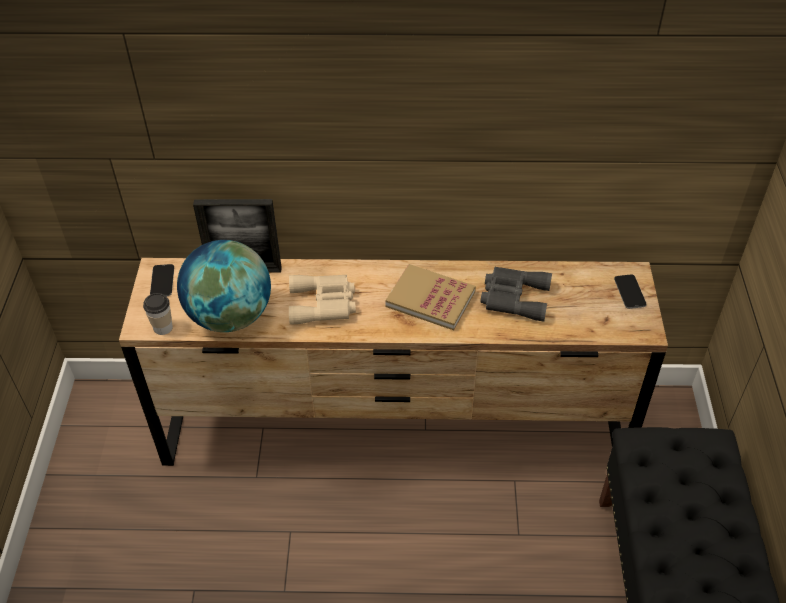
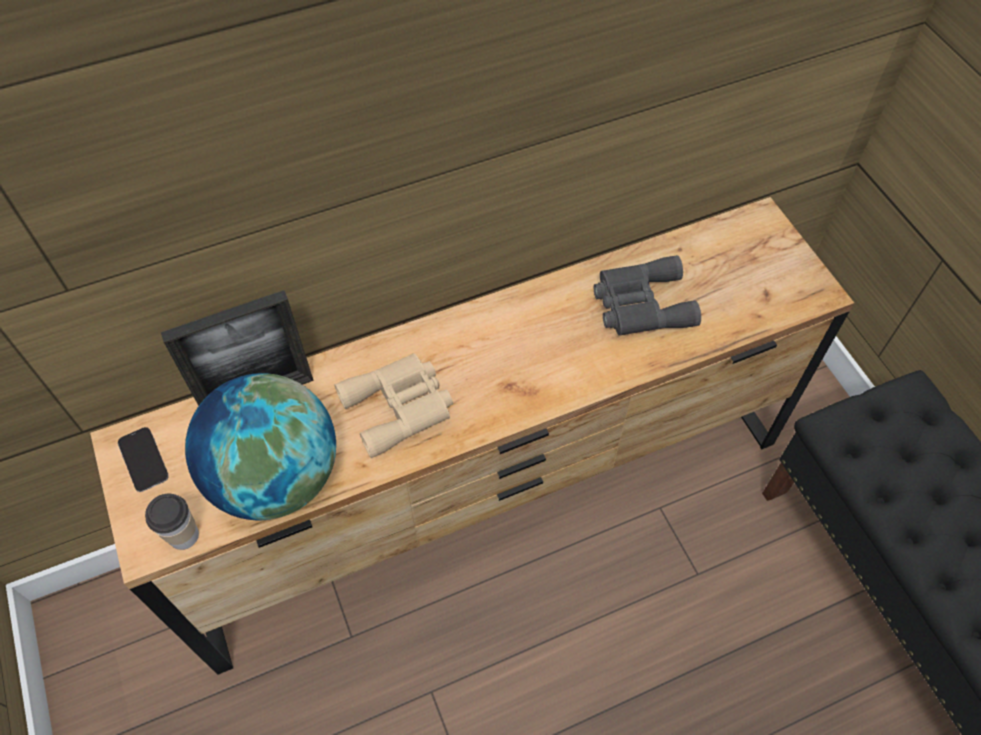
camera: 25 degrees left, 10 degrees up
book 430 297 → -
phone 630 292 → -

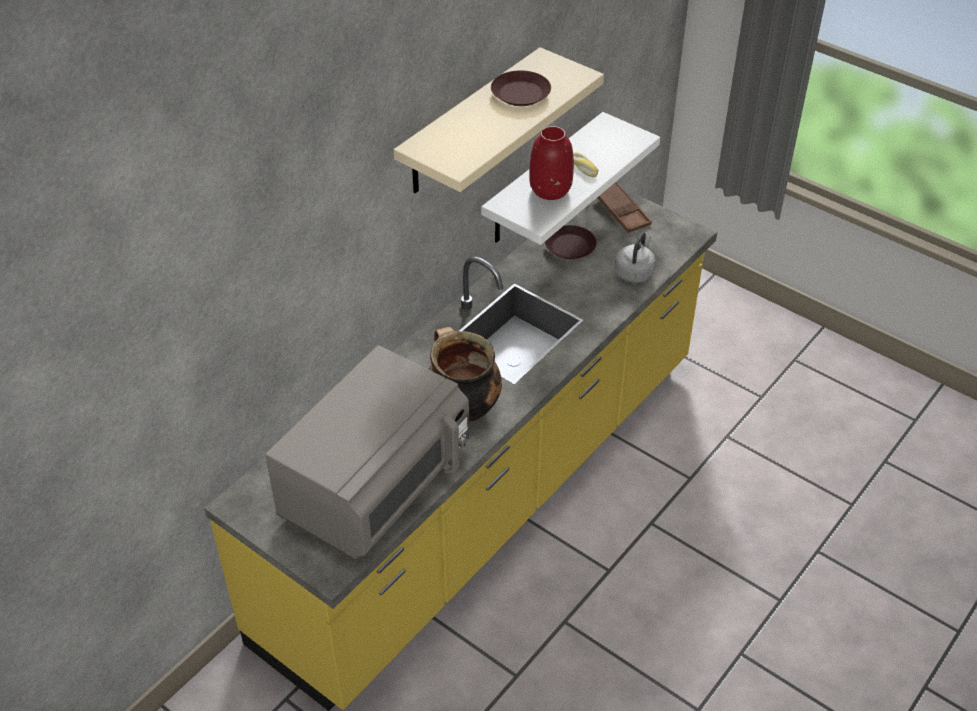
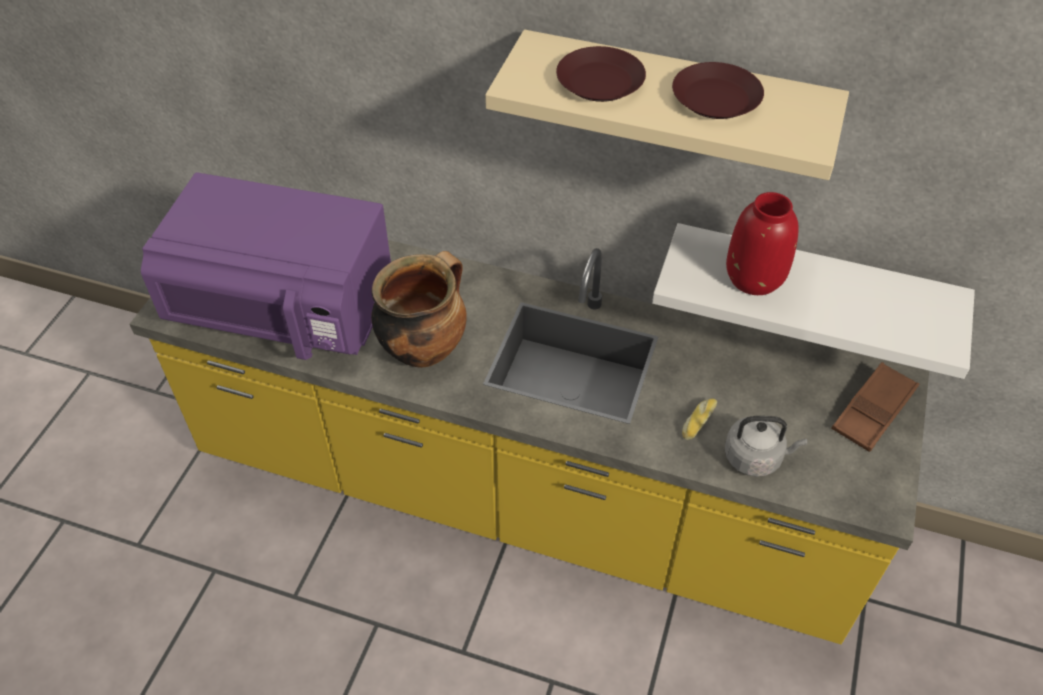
camera: 70 degrees right, 5 degrees up
plate (brown) 571 242 → plate (brown) 601 74, relocated
bread 586 164 → bread 699 419, relocated
microwave (grey) 367 452 → microwave (purple) 266 266

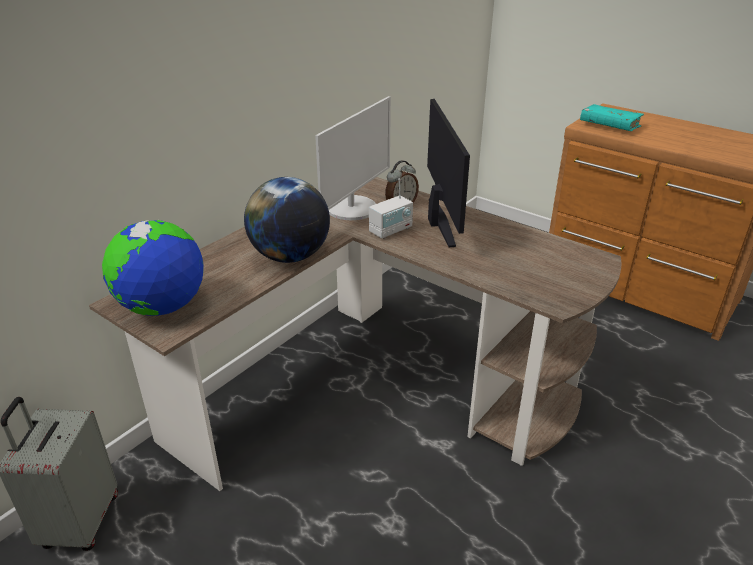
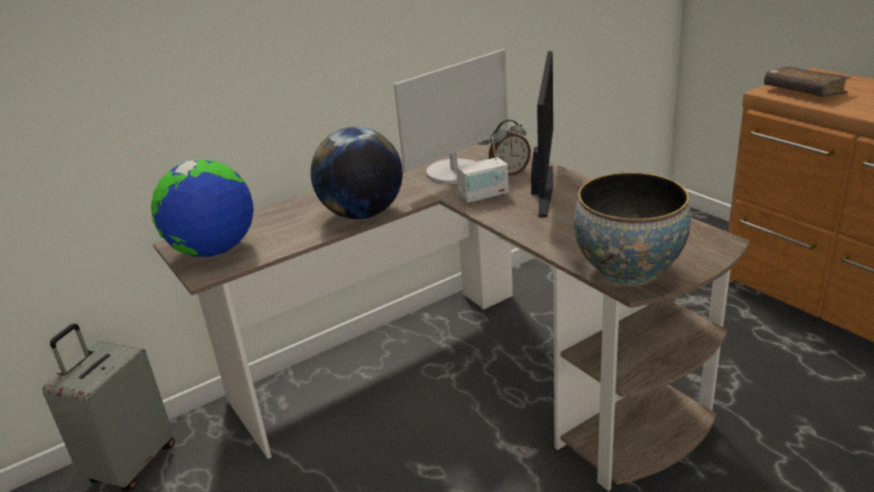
camera: 20 degrees right, 5 degrees down
- → bowl 632 229
book (turquoise) 612 117 → book (brown) 807 81

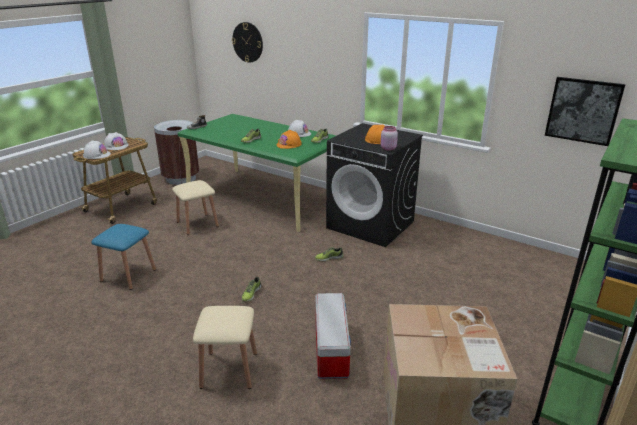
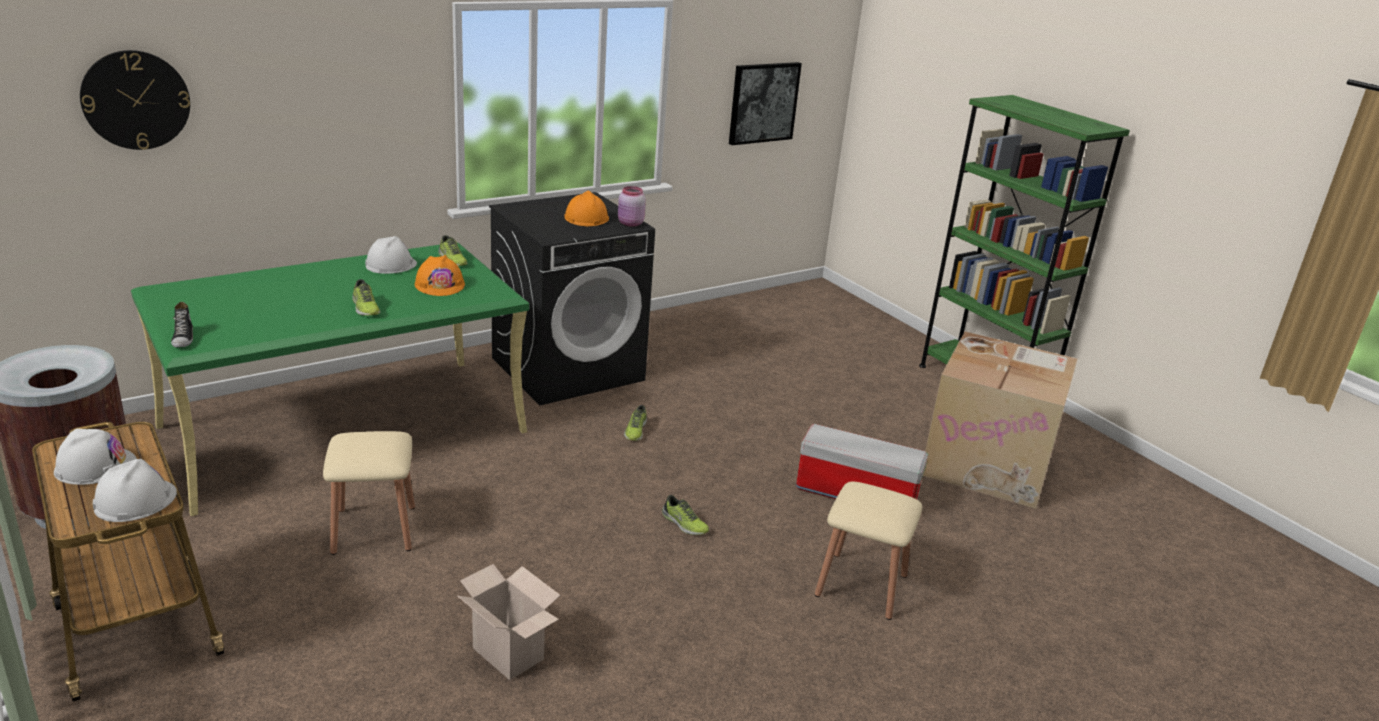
camera: 70 degrees left, 0 degrees up
stool (blue) 123 257 → cardboard box 508 622

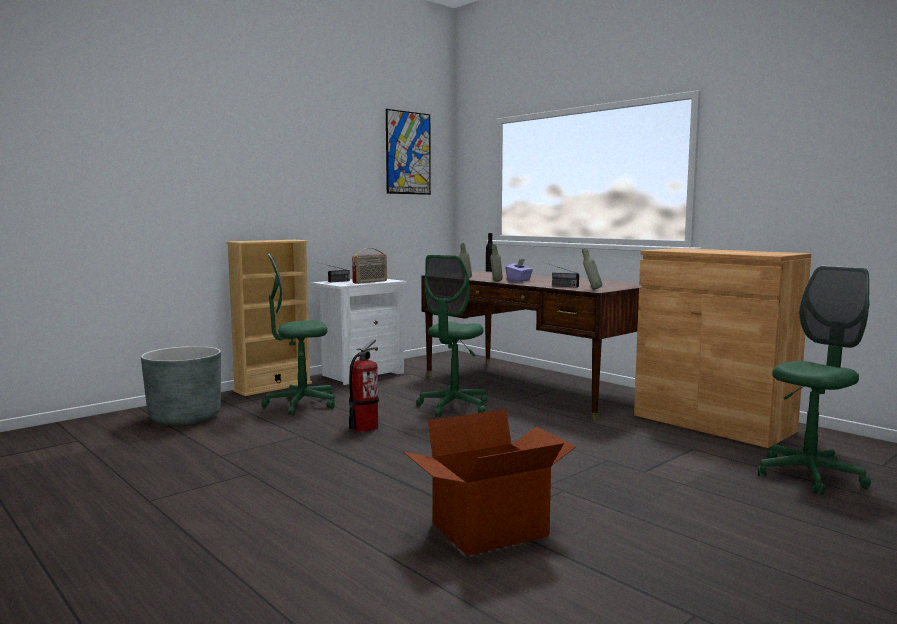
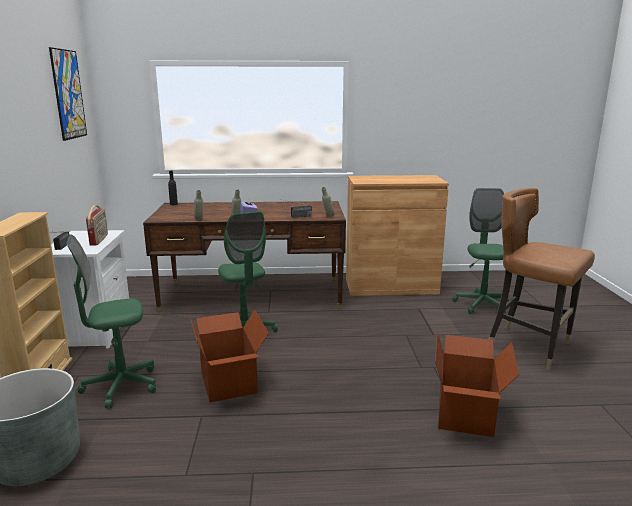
camera: 50 degrees left, 10 degrees up
- → chair (brown) 541 279
fire extinguisher 364 385 → cardboard box 229 356
office chair (green) 298 334 → office chair (green) 111 321, 45 degrees clockwise

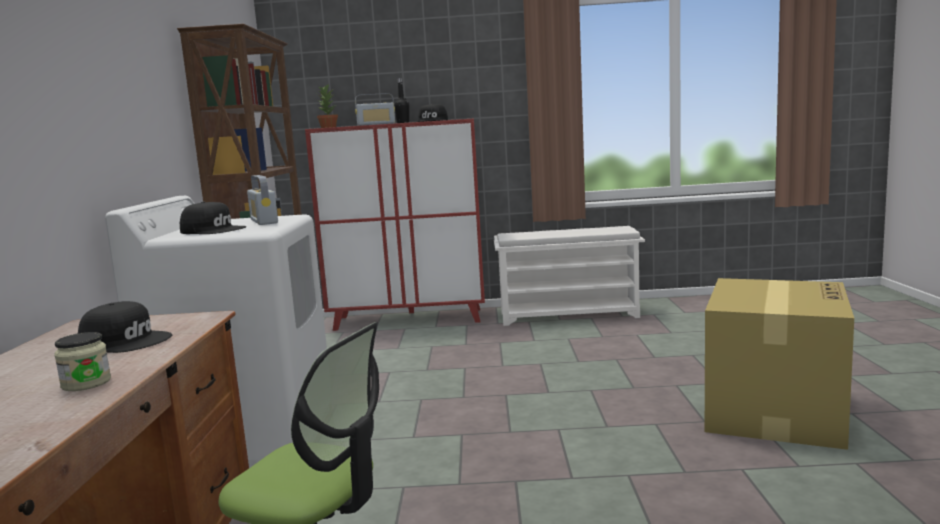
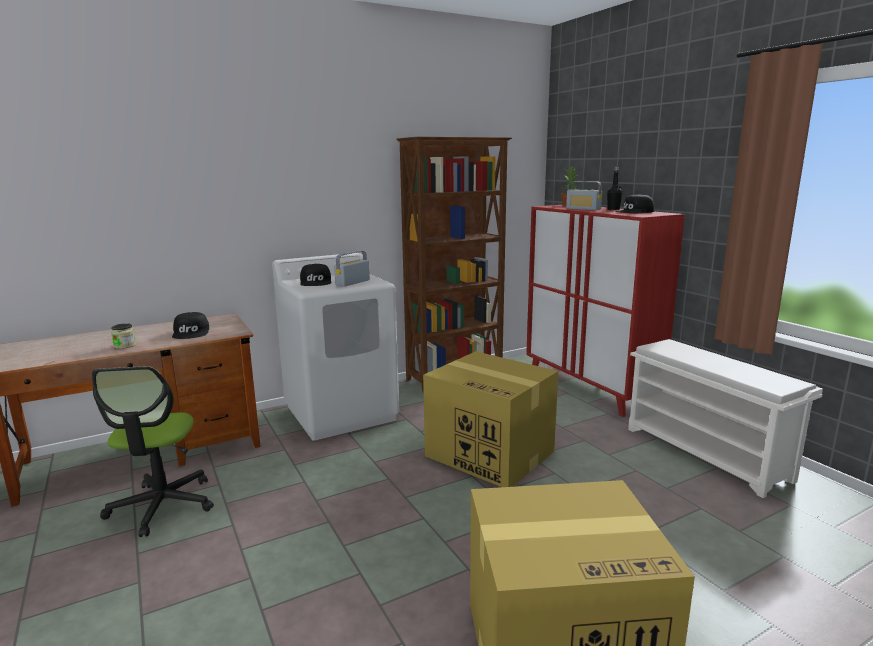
camera: 60 degrees right, 5 degrees up
- → cardboard box 490 419

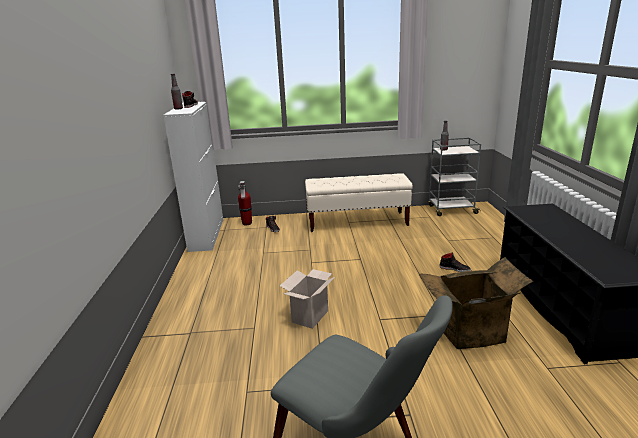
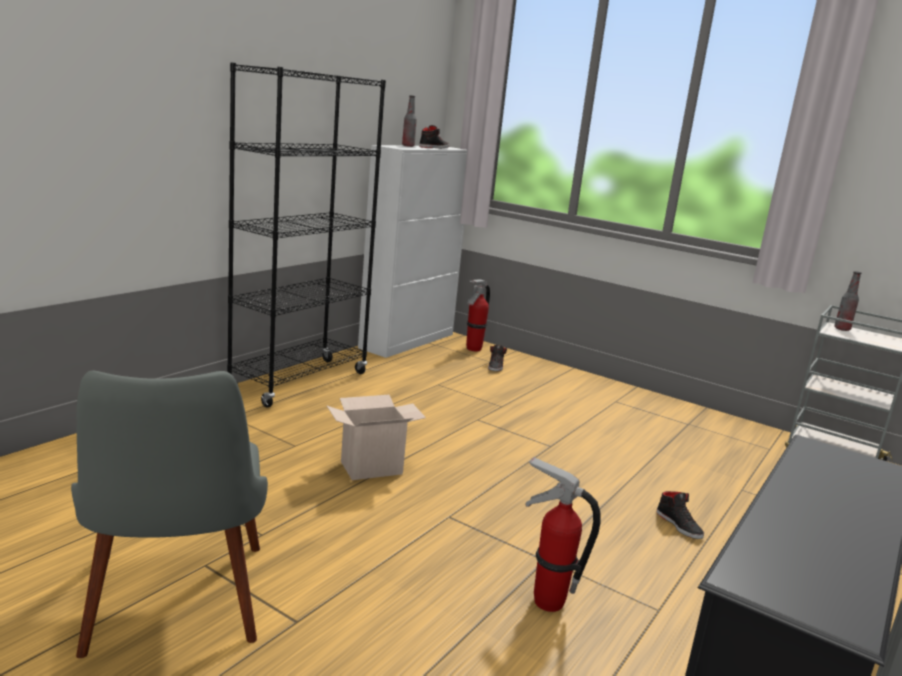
camera: 35 degrees right, 5 degrees down
bench (beige) 359 202 → -
- → bookcase (black) 306 235
cardboard box 476 303 → fire extinguisher 563 534

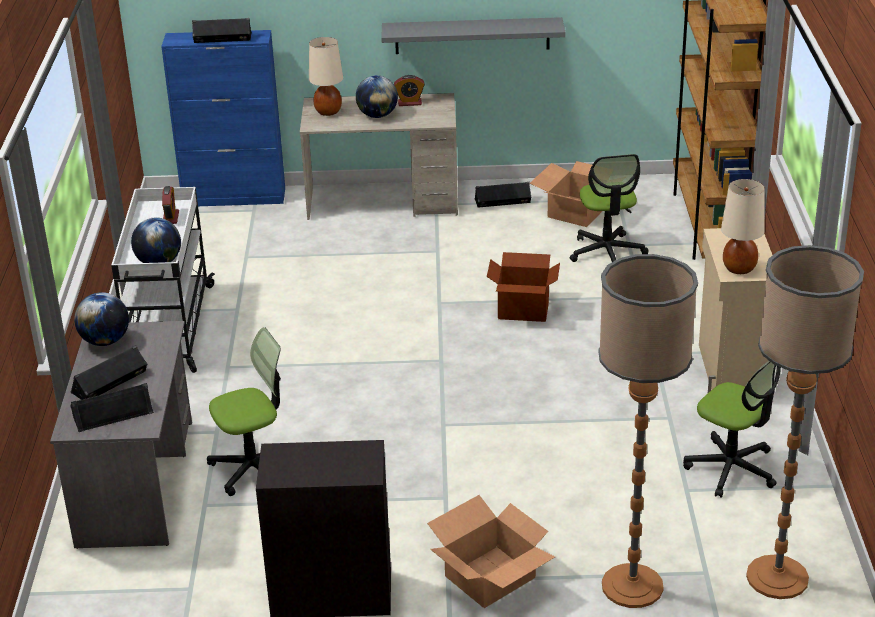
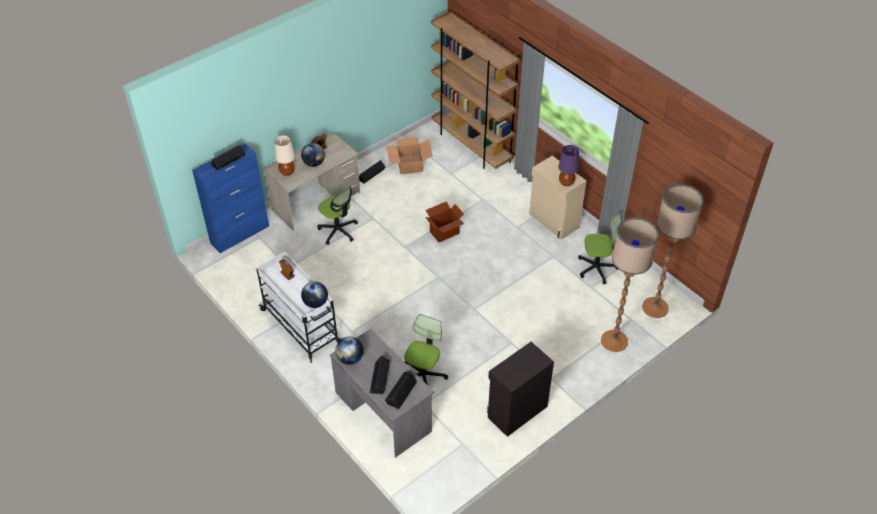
camera: 40 degrees left, 15 degrees up
shelf (grey) 473 35 → -
cardboard box 491 551 → -
office chair 609 208 → office chair 337 215, relocated
table lamp (beige) 743 226 → table lamp (purple) 568 165

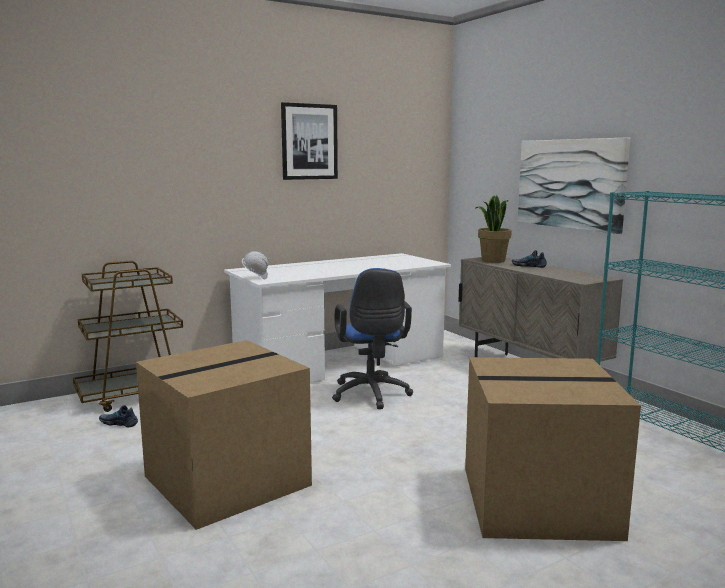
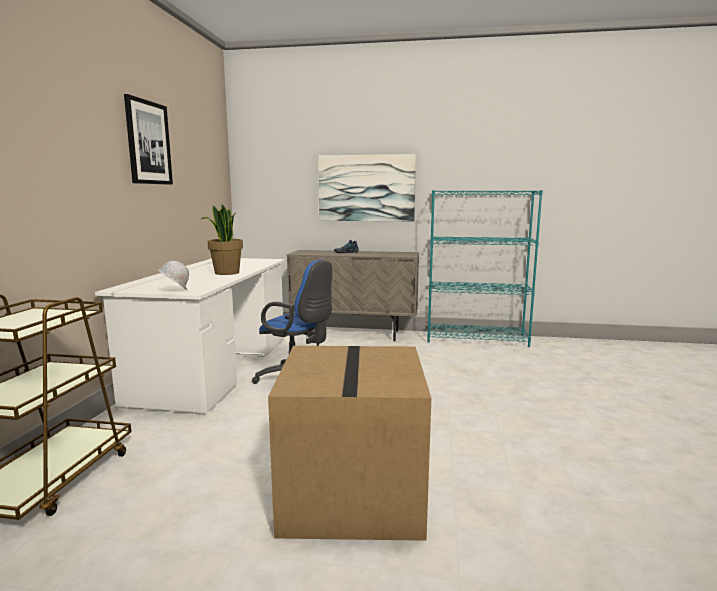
camera: 50 degrees left, 0 degrees up
shoe 118 416 → -
cardboard box 553 449 → -
potted plant 493 229 → potted plant 222 239, relocated

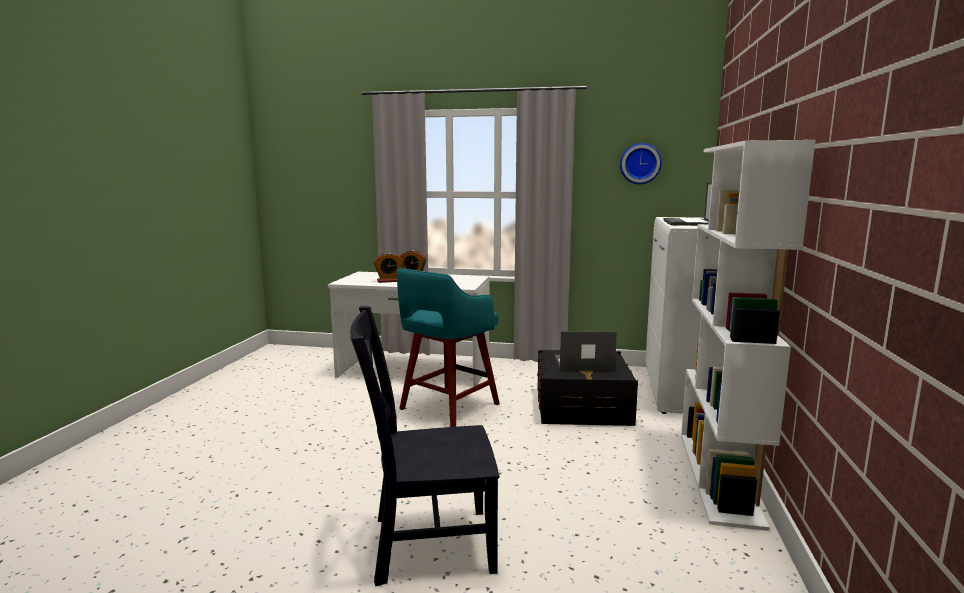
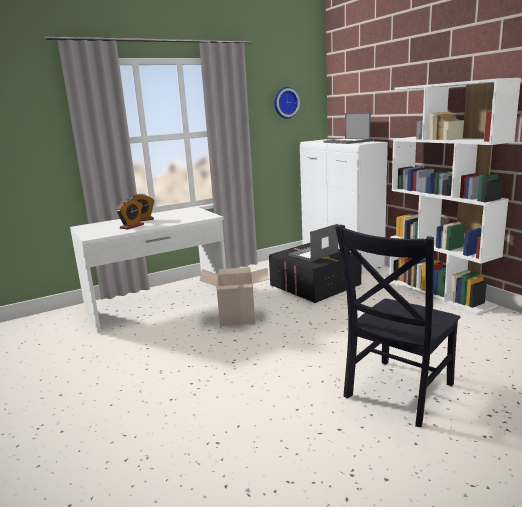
camera: 40 degrees left, 5 degrees up
stool (turquoise) 448 347 → cardboard box 235 296

